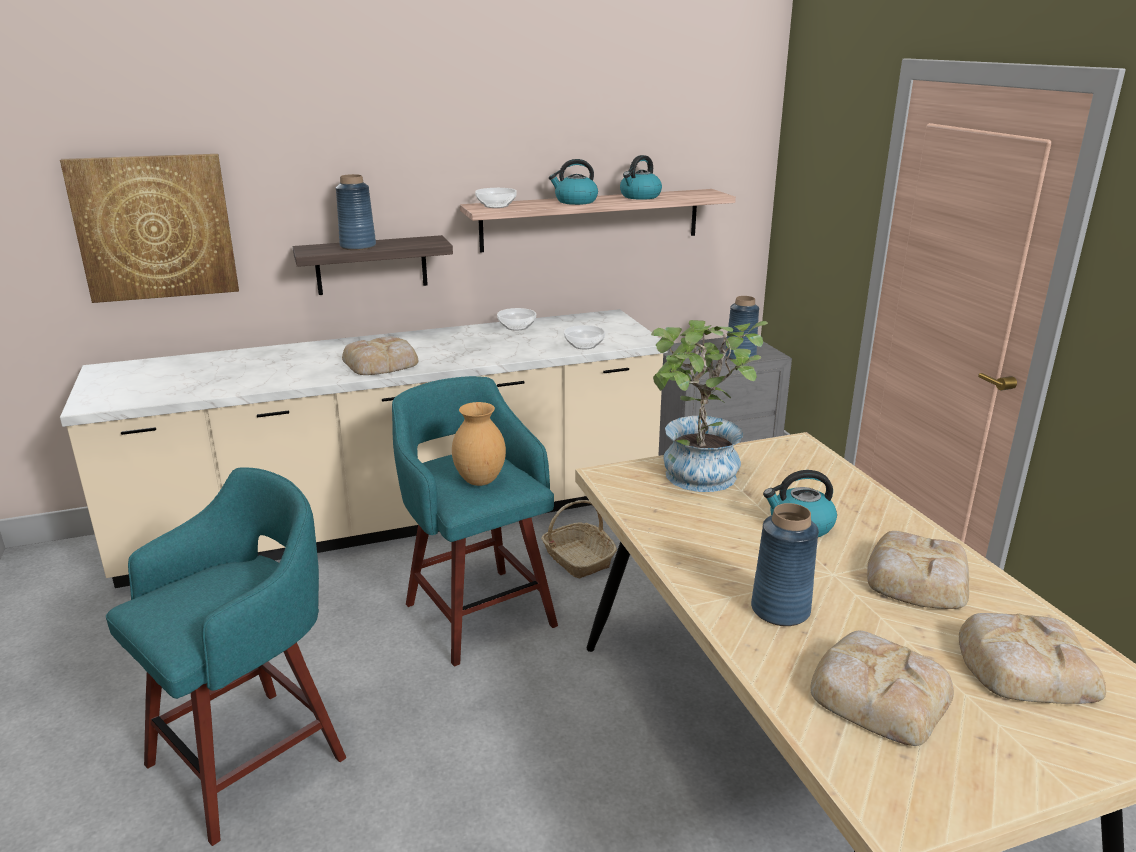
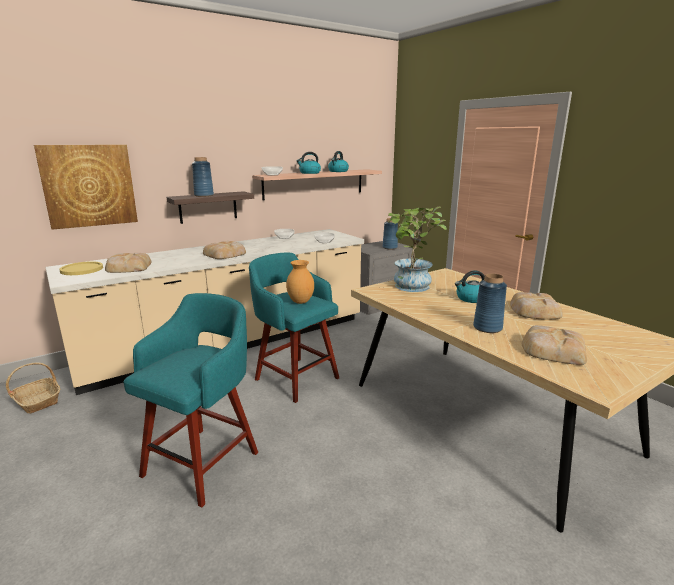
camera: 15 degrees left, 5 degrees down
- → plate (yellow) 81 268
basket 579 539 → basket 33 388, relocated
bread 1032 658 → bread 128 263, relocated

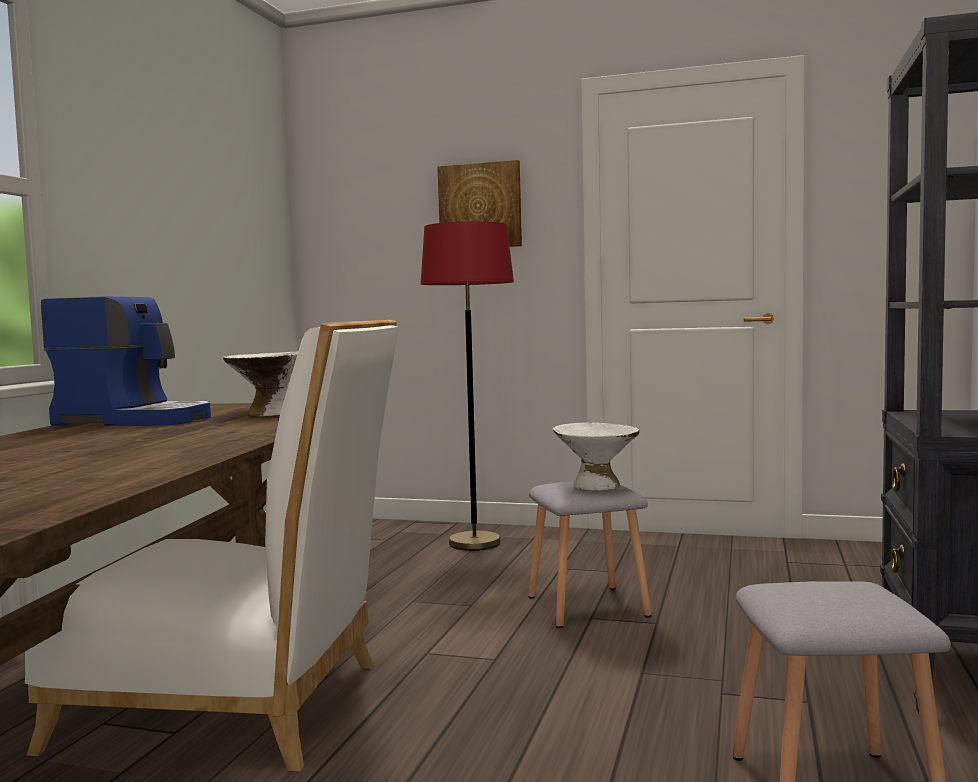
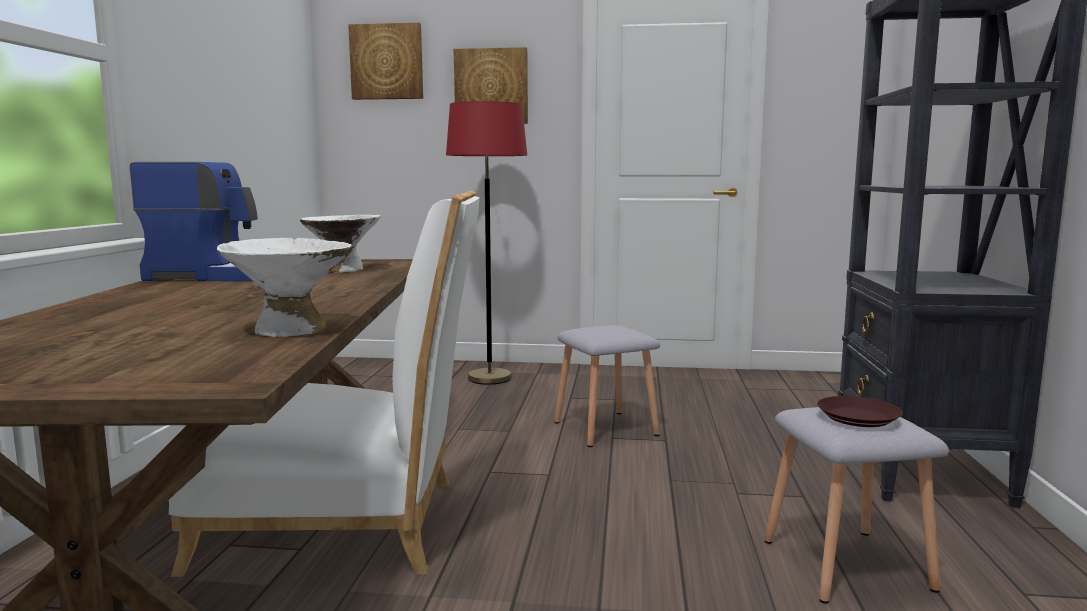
camera: 10 degrees left, 5 degrees up
- → picture 385 61
- → plate (brown) 860 411
bowl (white) 596 456 → bowl (white) 285 287, relocated

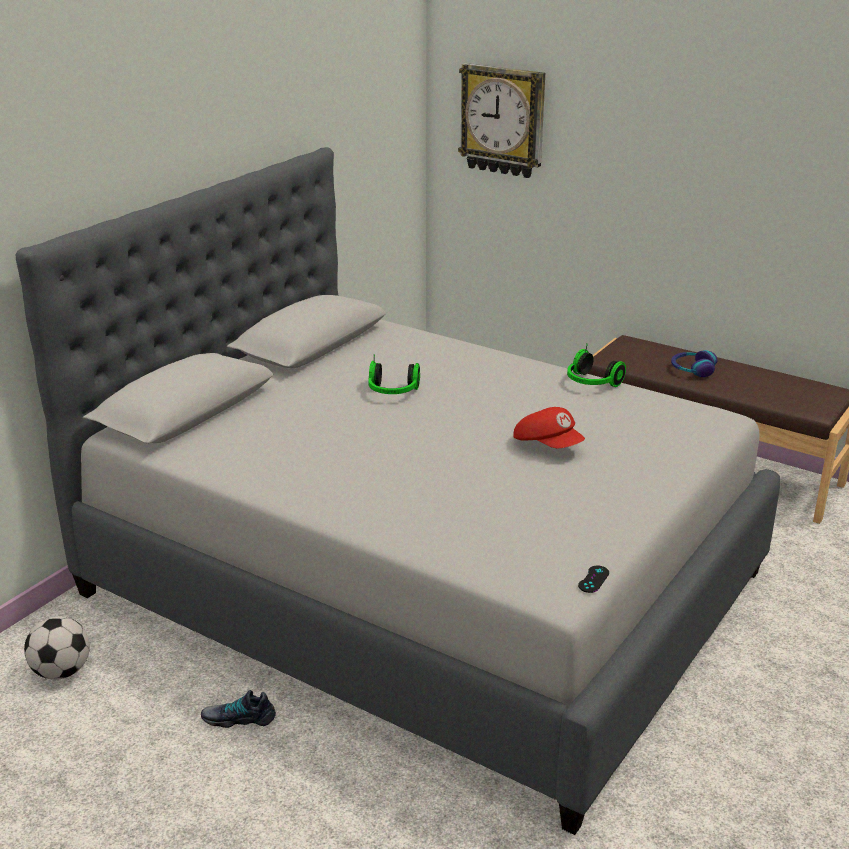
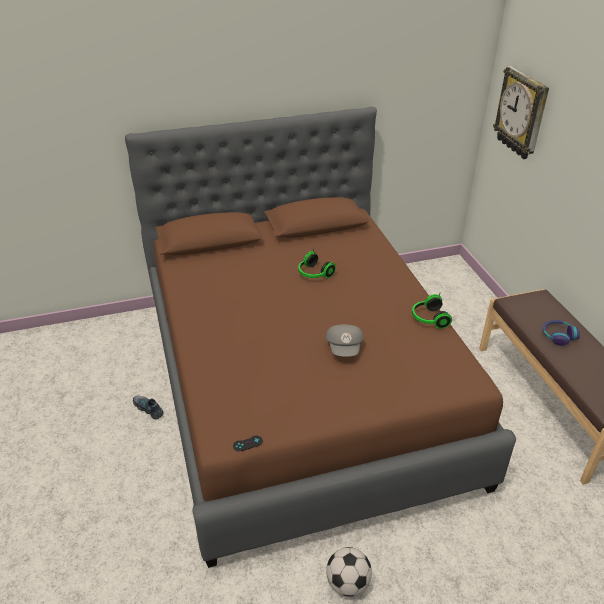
camera: 40 degrees right, 10 degrees up
football 57 648 → football 349 571, relocated
bed (grey) 398 491 → bed (brown) 320 337
cap (red) 549 427 → cap (grey) 345 340

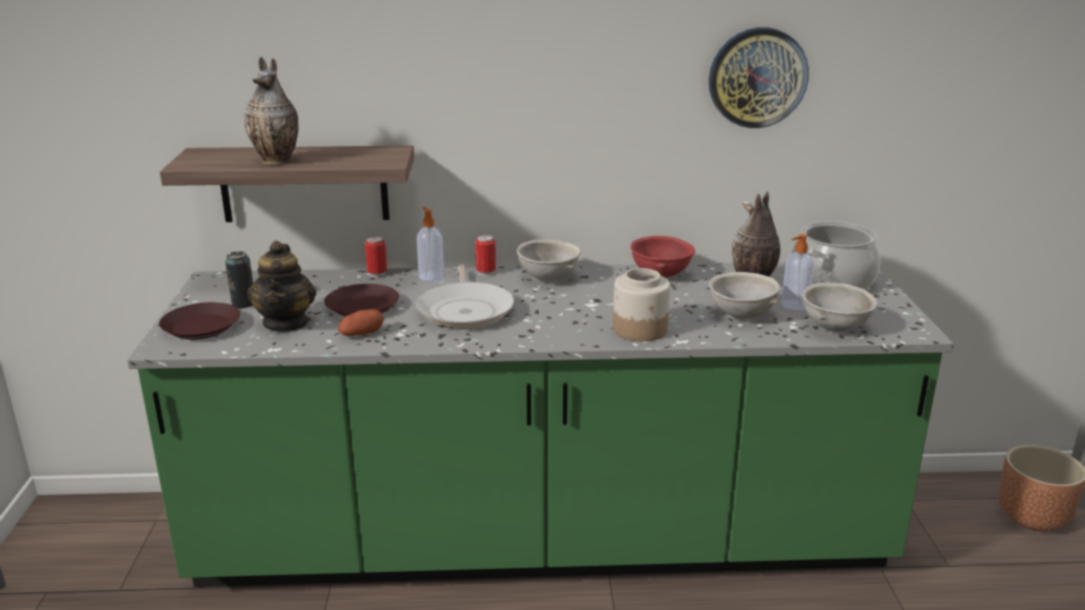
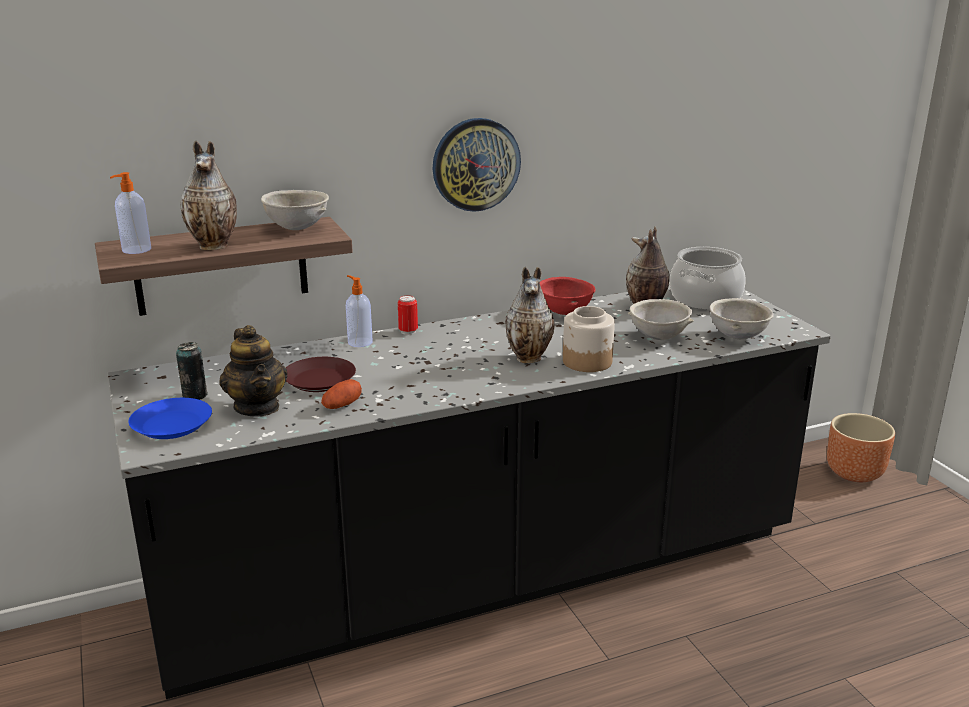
camera: 20 degrees left, 0 degrees up
can 376 256 → -
frying pan 465 296 → -
- → vase 529 315
bowl (grey) 549 260 → bowl (grey) 295 210, relocated
wall clock 759 77 → wall clock 477 165, relocated
soap dispenser 797 272 → soap dispenser 130 213, relocated
counter (green) 540 424 → counter (black) 469 492
plate (brown) 199 321 → plate (blue) 170 418

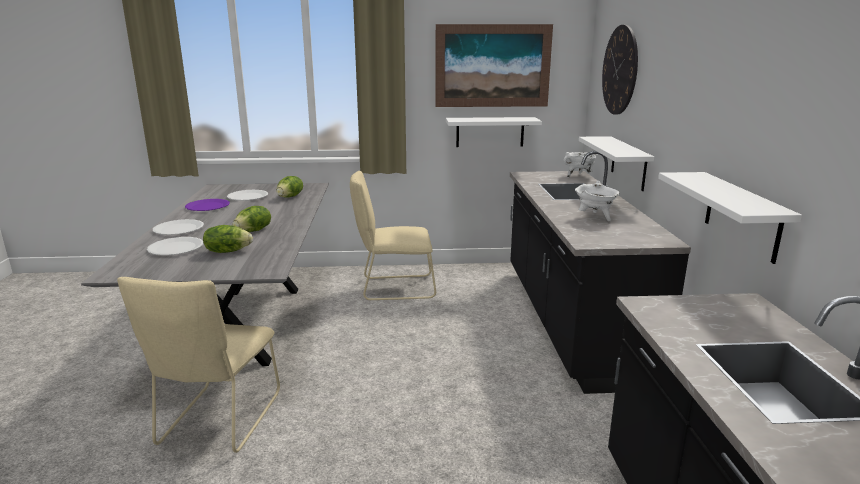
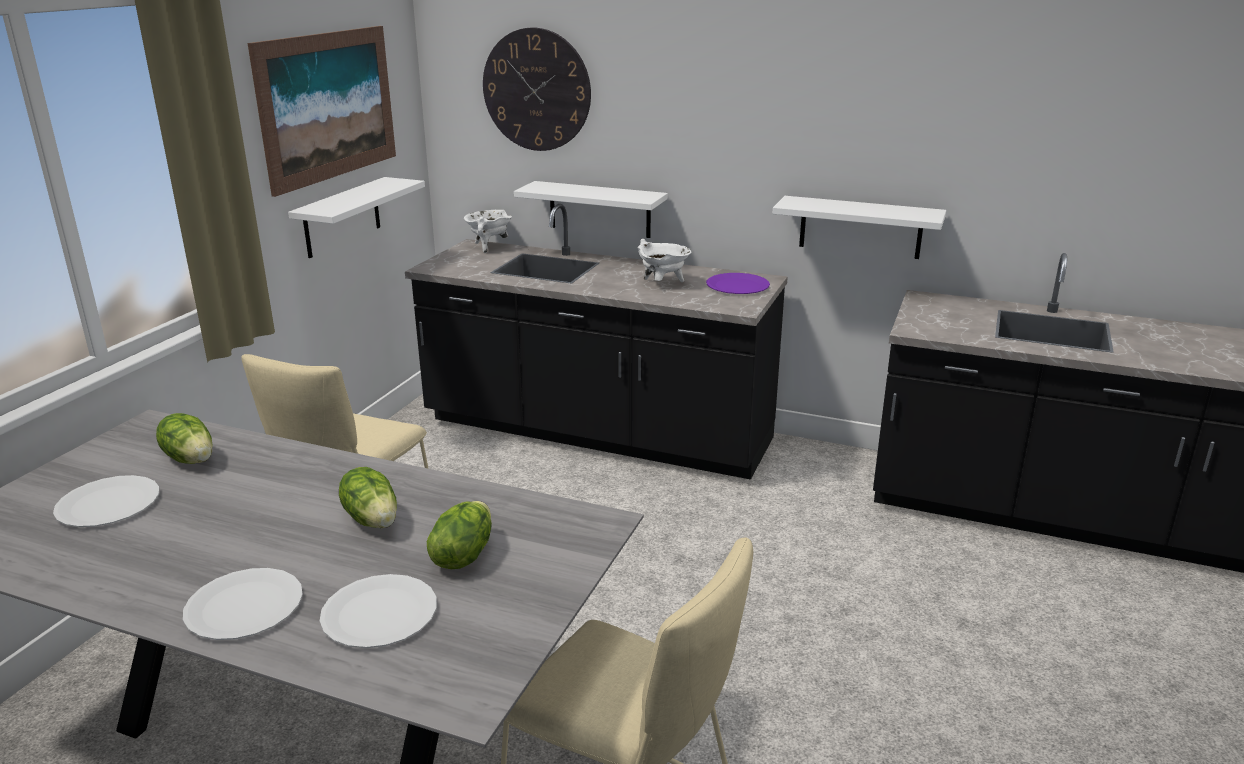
camera: 65 degrees left, 5 degrees up
plate (purple) 207 205 → plate (purple) 738 283, relocated

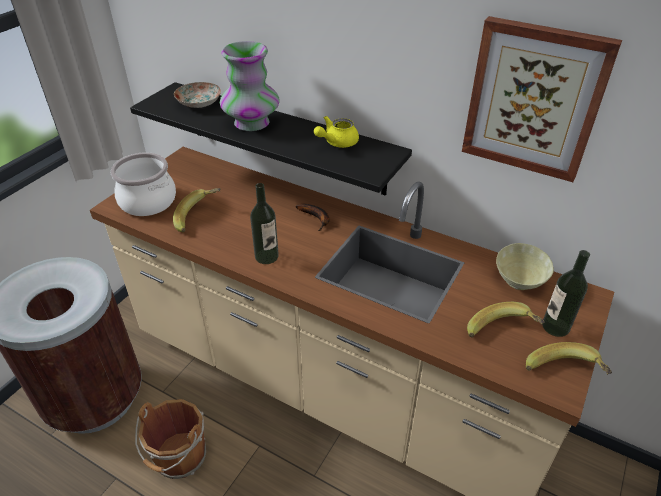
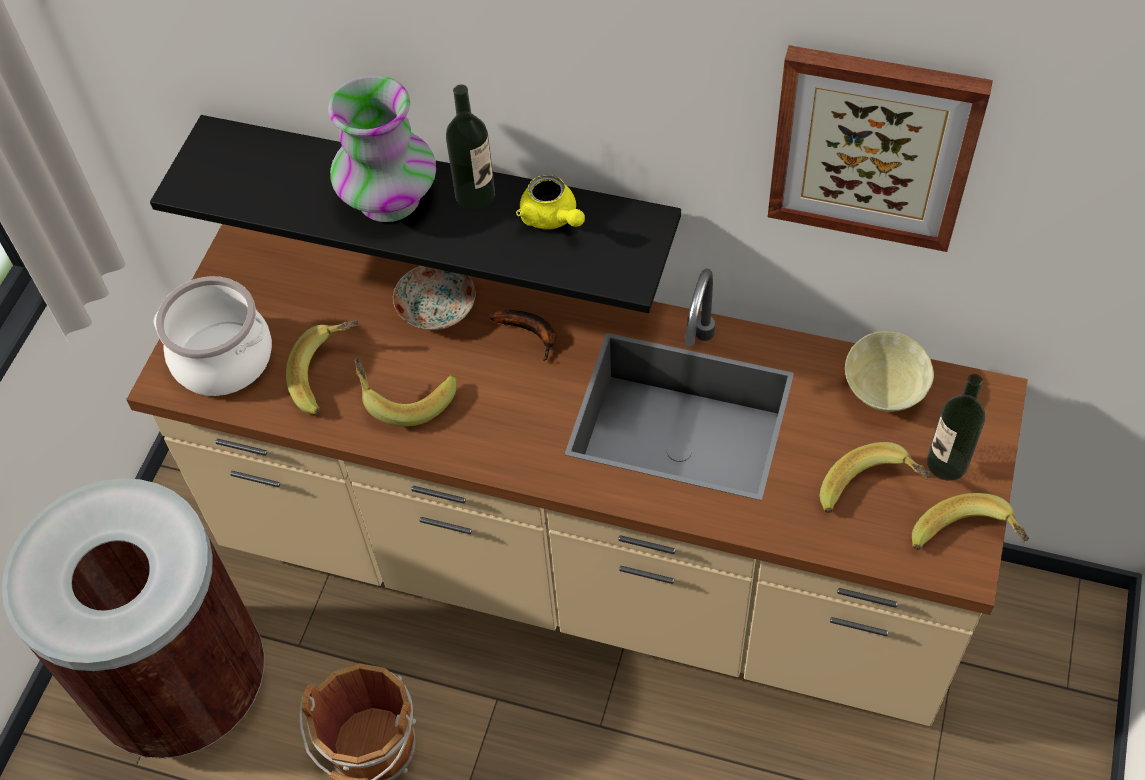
camera: 10 degrees left, 15 degrees up
- → banana 405 393
plate 197 95 → plate 434 298, relocated
bottle 264 223 → bottle 470 147, relocated
teapot (yellow) 336 132 → teapot (yellow) 550 202, 75 degrees counterclockwise

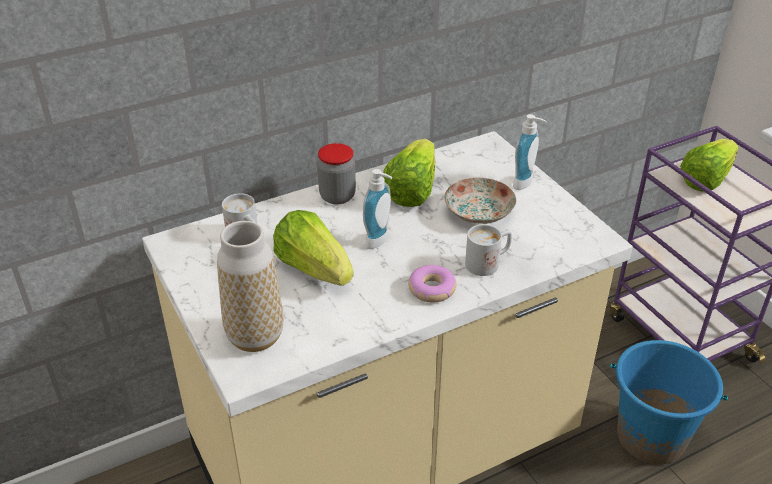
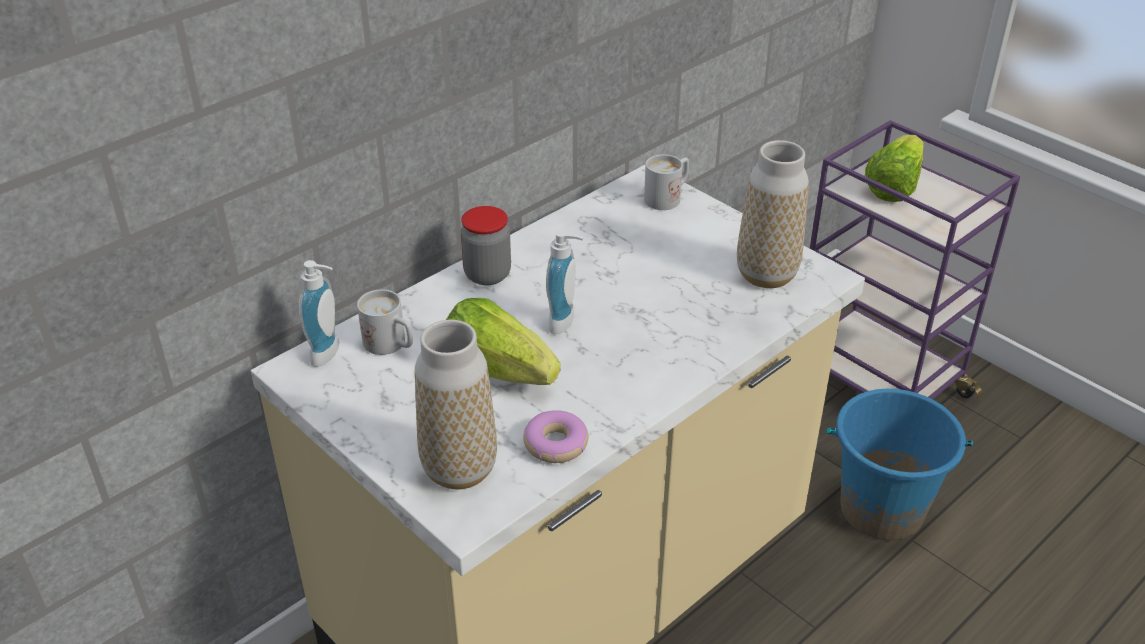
camera: 15 degrees left, 0 degrees up
lettuce 408 173 → -
plate 480 201 → -
- → vase 773 214
donut 432 283 → donut 555 436, relocated
mug (white) 488 250 → mug (white) 666 182, relocated
soap dispenser 530 152 → soap dispenser 319 313, relocated

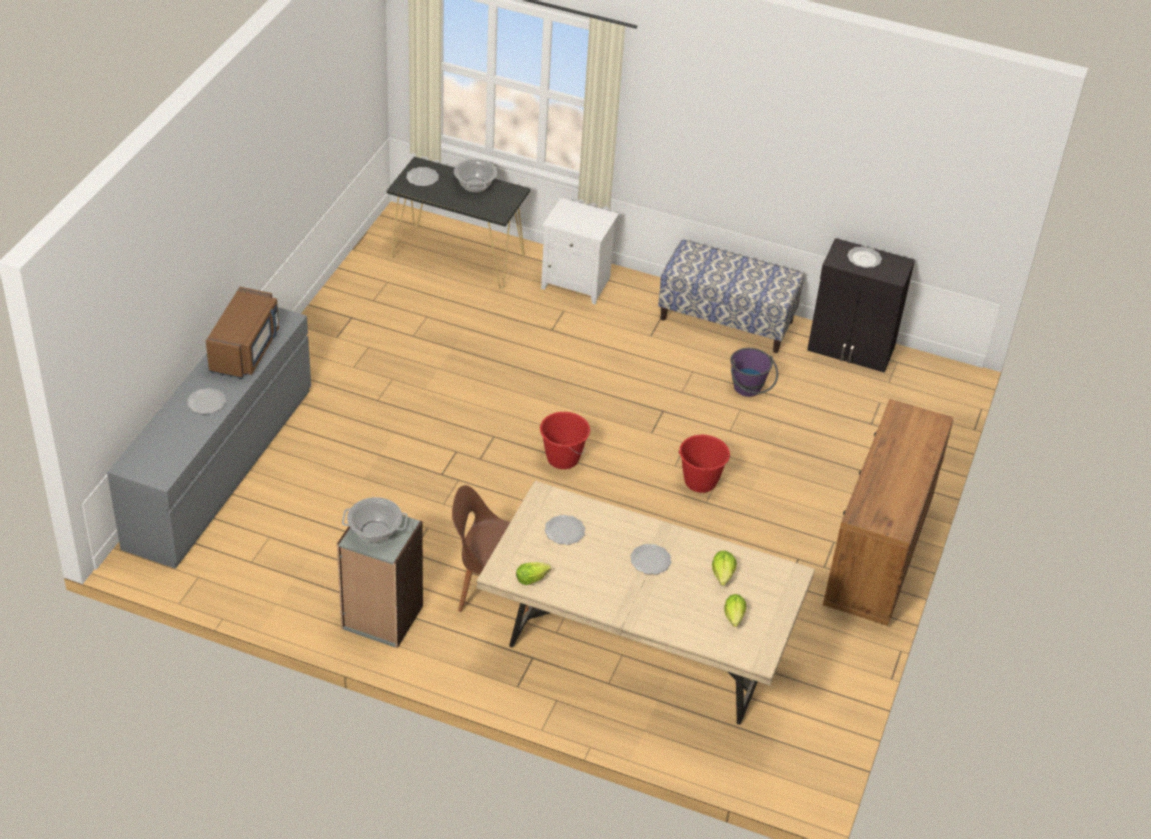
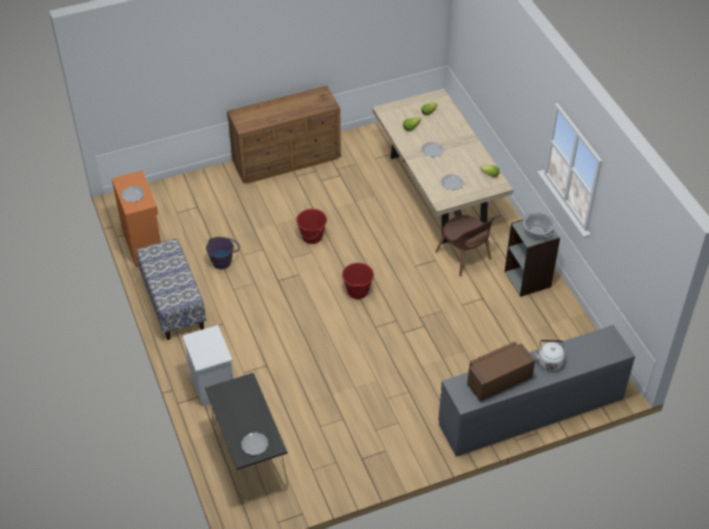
camera: 130 degrees left, 5 degrees up
cooking pot 475 176 → -
plate 206 401 → kettle (white) 549 355
cabinet (black) 861 305 → cabinet (orange) 136 218

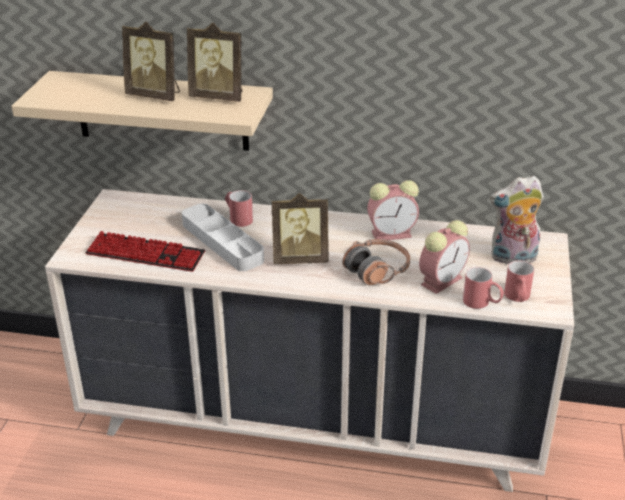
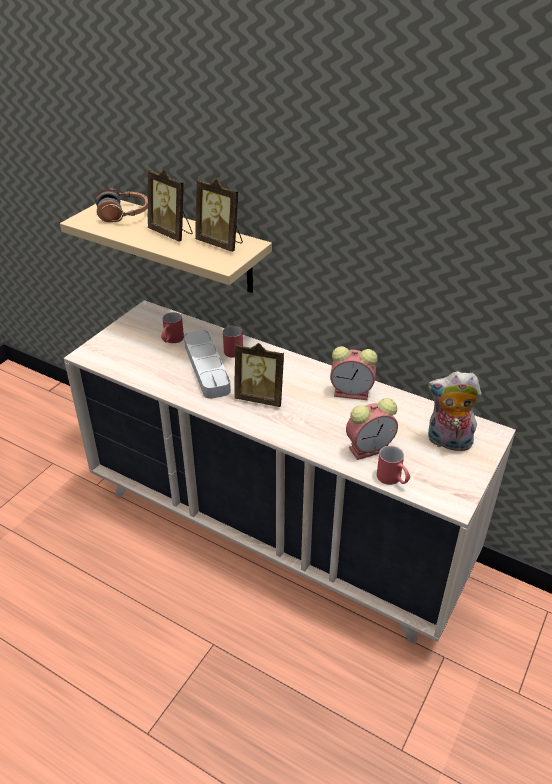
camera: 20 degrees right, 5 degrees up
keyboard 145 251 → -
headphones 376 262 → headphones 121 205, relocated
mug (red) 519 281 → mug (red) 172 327, relocated

